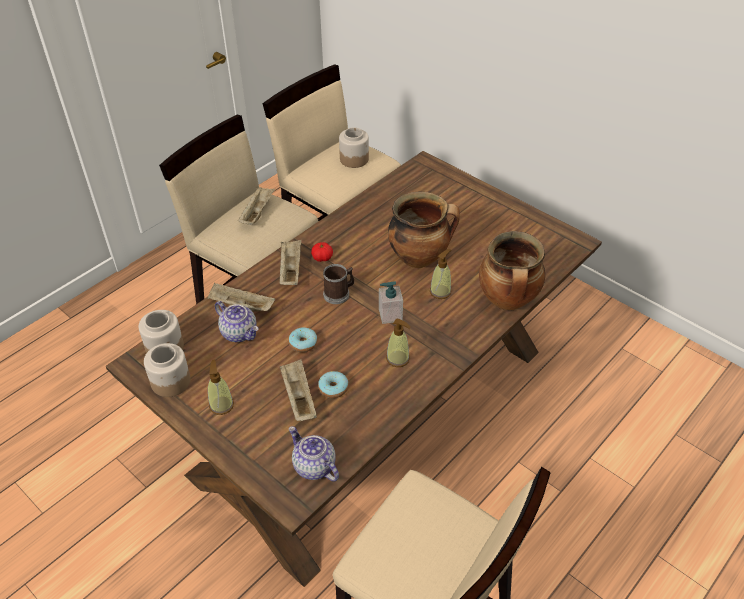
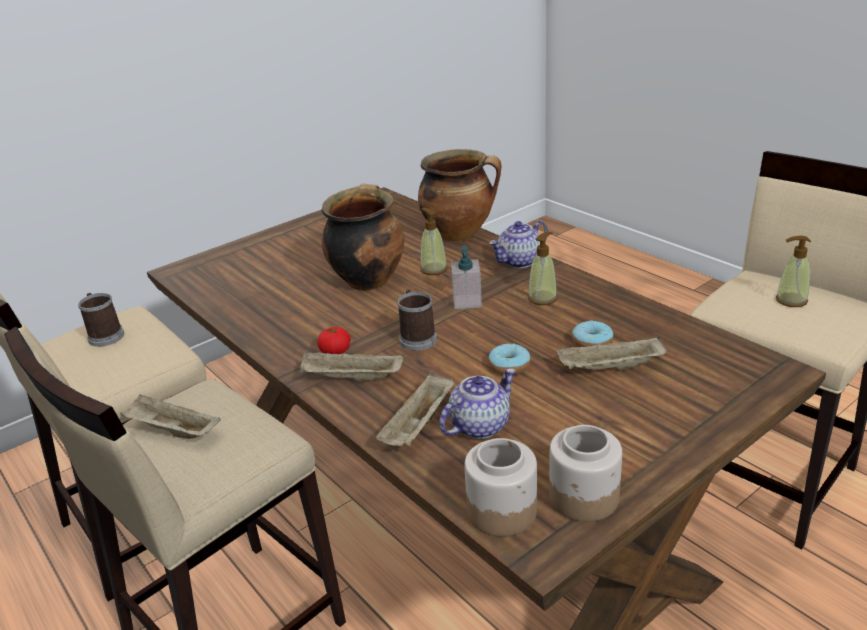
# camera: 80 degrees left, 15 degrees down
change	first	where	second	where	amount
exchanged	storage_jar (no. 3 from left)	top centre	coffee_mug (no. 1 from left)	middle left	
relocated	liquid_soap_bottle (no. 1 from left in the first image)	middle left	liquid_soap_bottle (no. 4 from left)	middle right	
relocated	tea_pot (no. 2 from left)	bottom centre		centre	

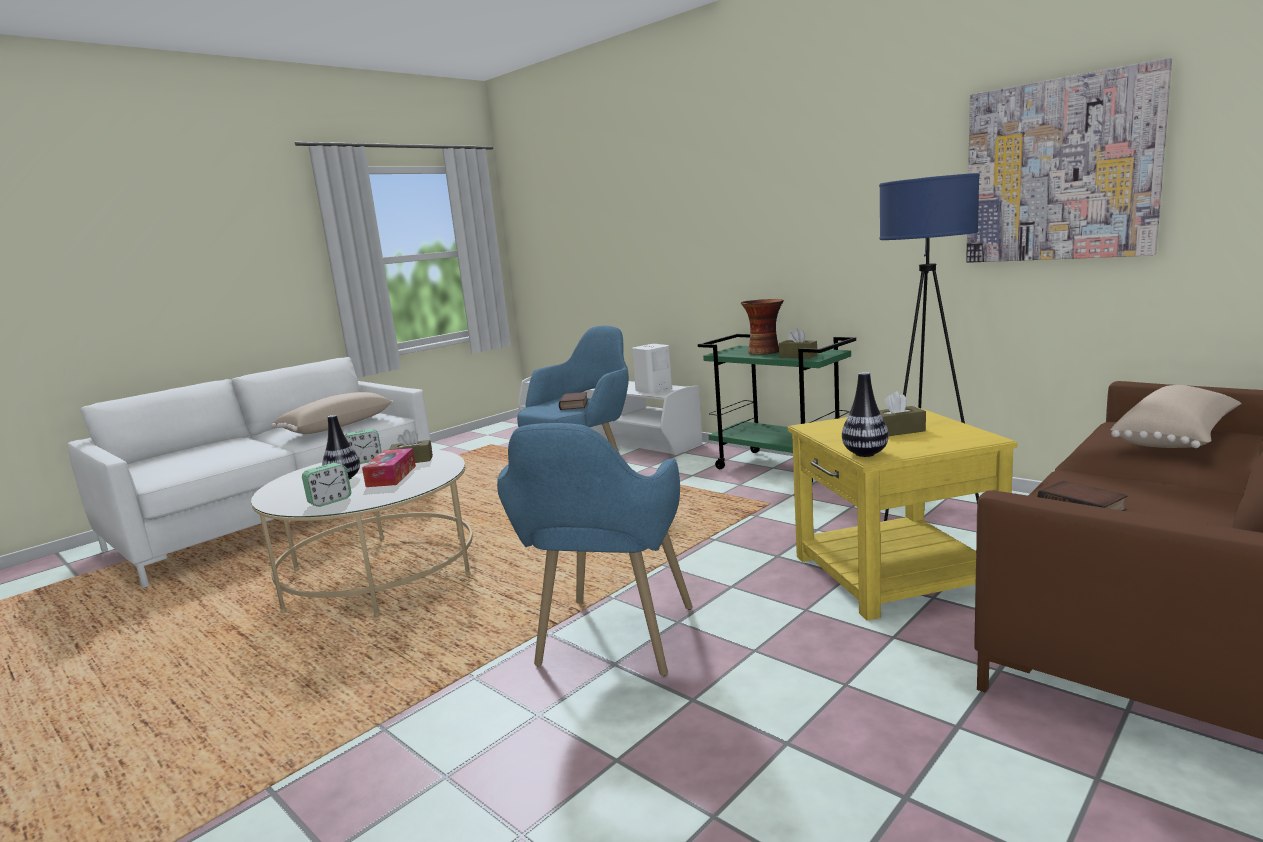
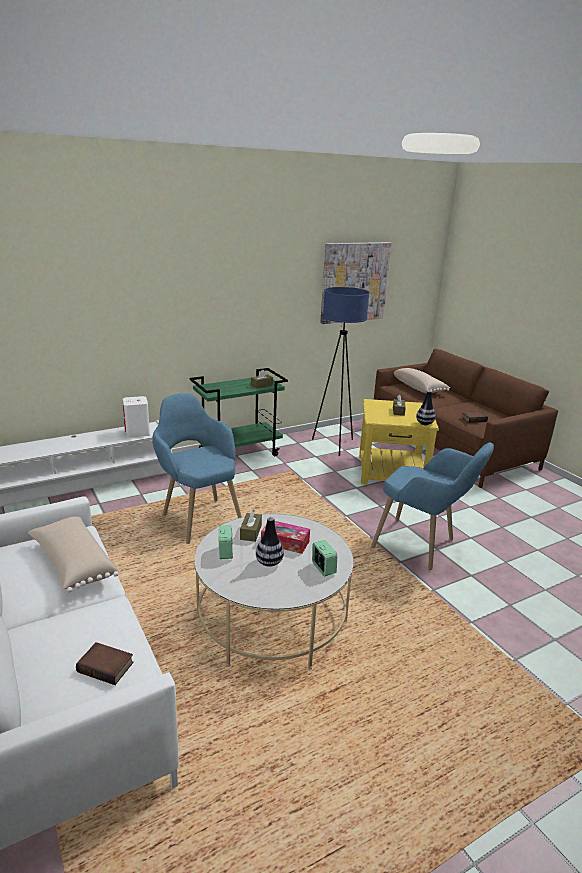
# camera: 75 degrees left, 10 degrees up
change	first	where	second	where	amount
missing	vase (no. 2 from left)	centre			
relocated	bound_book (no. 1 from left)	centre		bottom left	

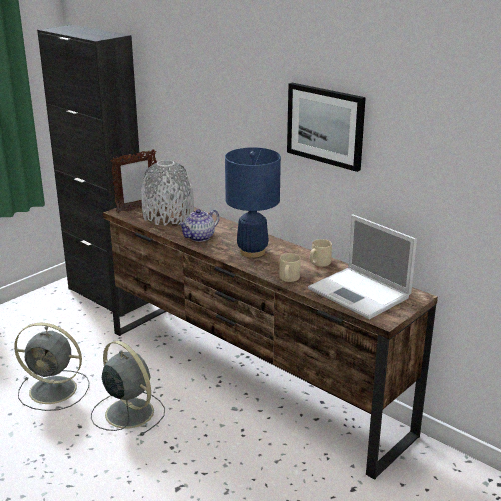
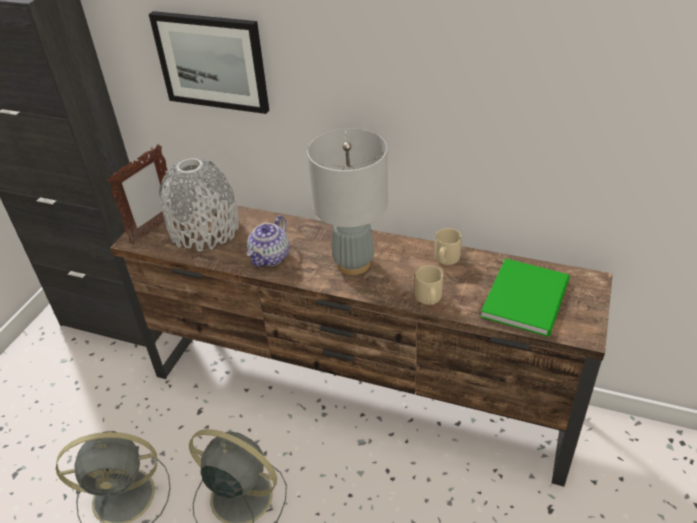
# camera: 20 degrees left, 15 degrees up
change	first	where	second	where	amount
relocated	wall_art	top centre		top left	
colour	blue-coloured_tabletop_lamp	centre	gray_tabletop_lamp	centre	
exchanged	notebook_computer	middle right	green_bound_book	middle right	

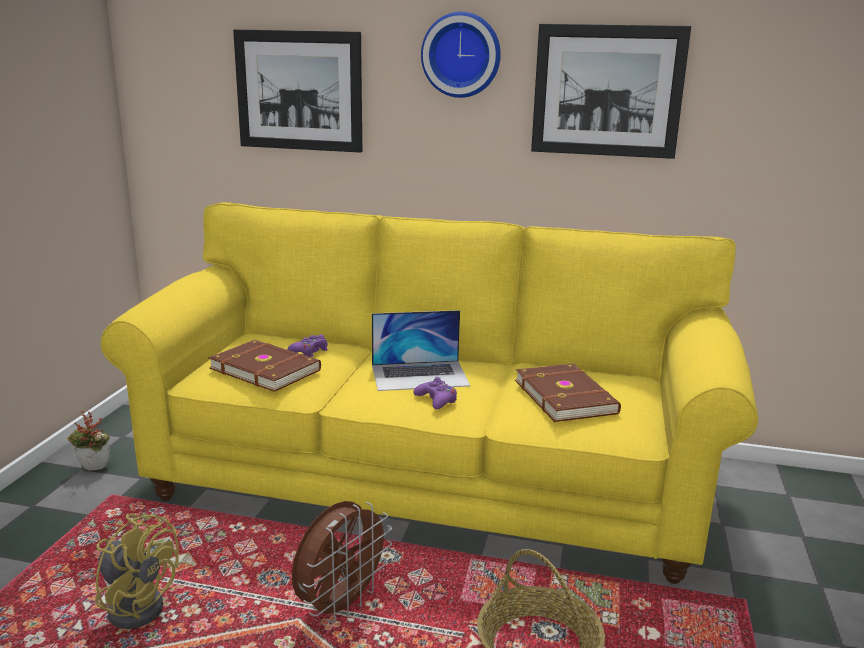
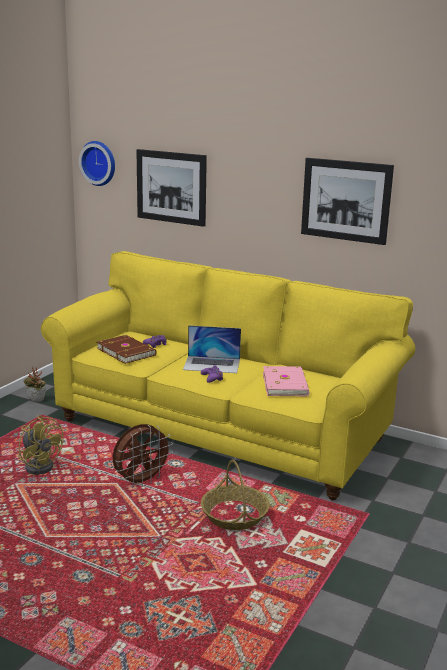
# camera: 15 degrees right, 0 degrees up
change	first	where	second	where	amount
relocated	wall_clock	top centre		top left	
colour	brown-coloured_bound_book (no. 2 from left)	centre	pink-coloured_bound_book	centre	

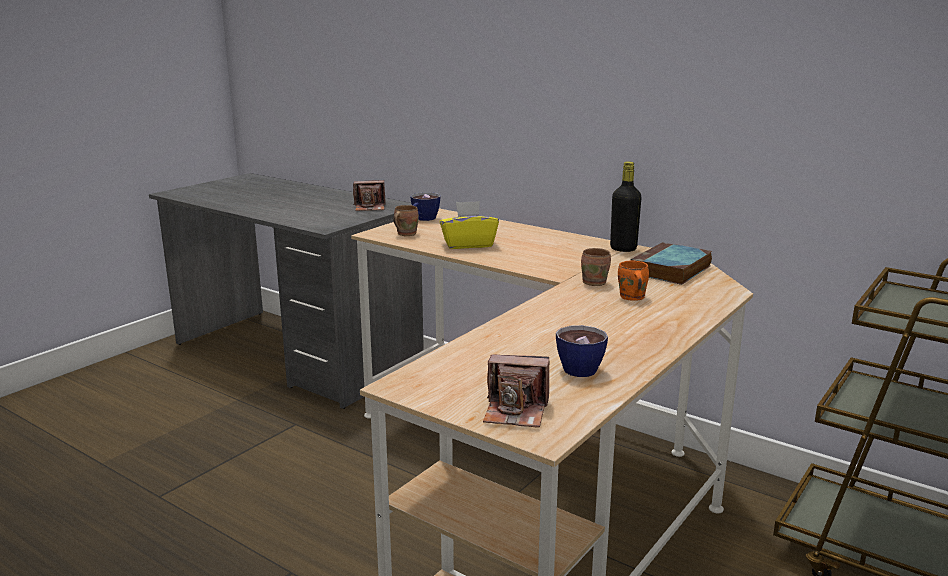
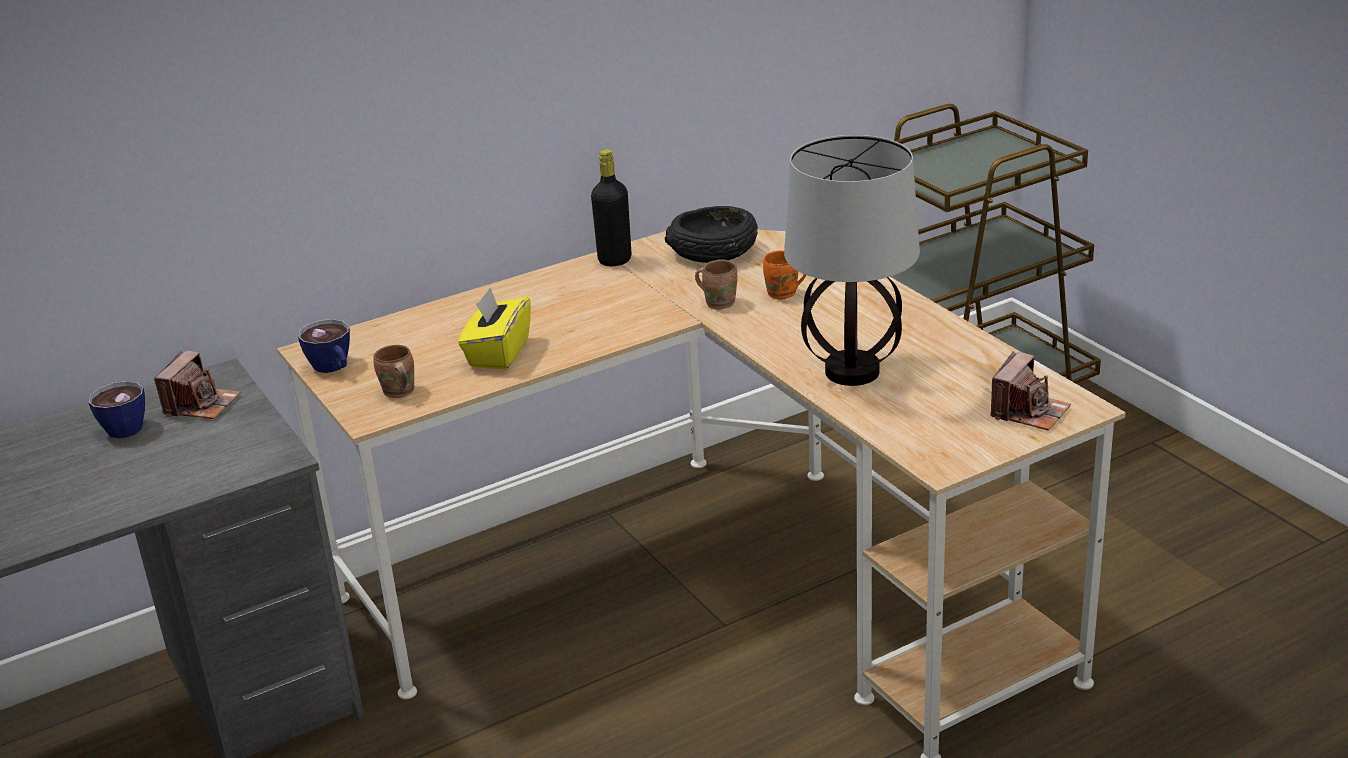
# camera: 65 degrees left, 10 degrees up
change	first	where	second	where	amount
exchanged	bound_book	middle right	black_bowl	top centre	
relocated	cup (no. 2 from left in the first image)	centre	cup (no. 1 from left)	middle left	
appeared			tabletop_lamp	centre	

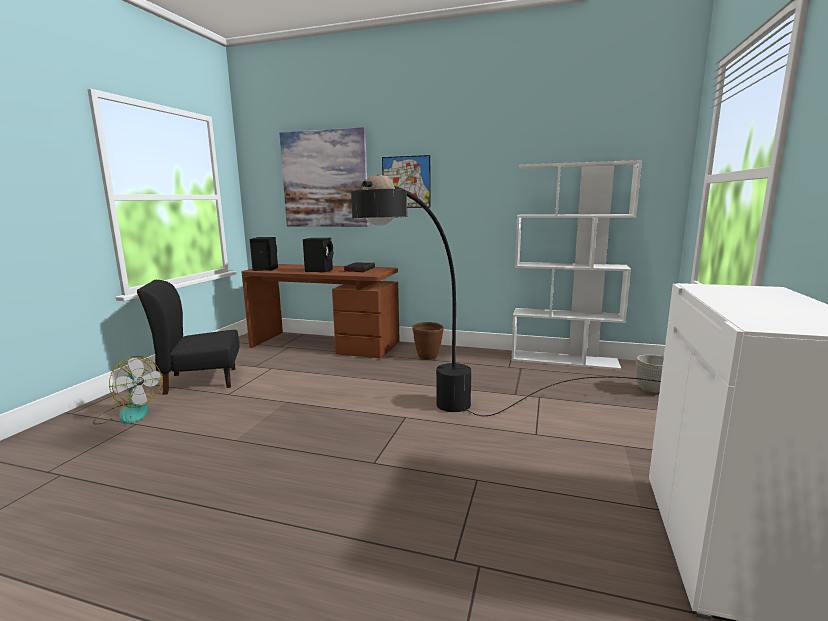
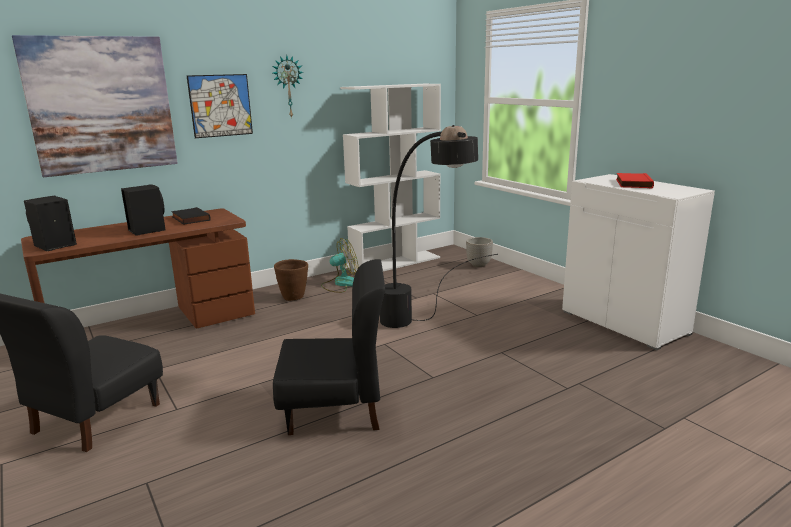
# camera: 50 degrees left, 5 degrees up
change	first	where	second	where	amount
relocated	electric_fan	middle left		centre	
appeared			wall_clock	top centre	
appeared			red_bound_book	middle right	
appeared			black_plain_chair (no. 2 from left)	centre	

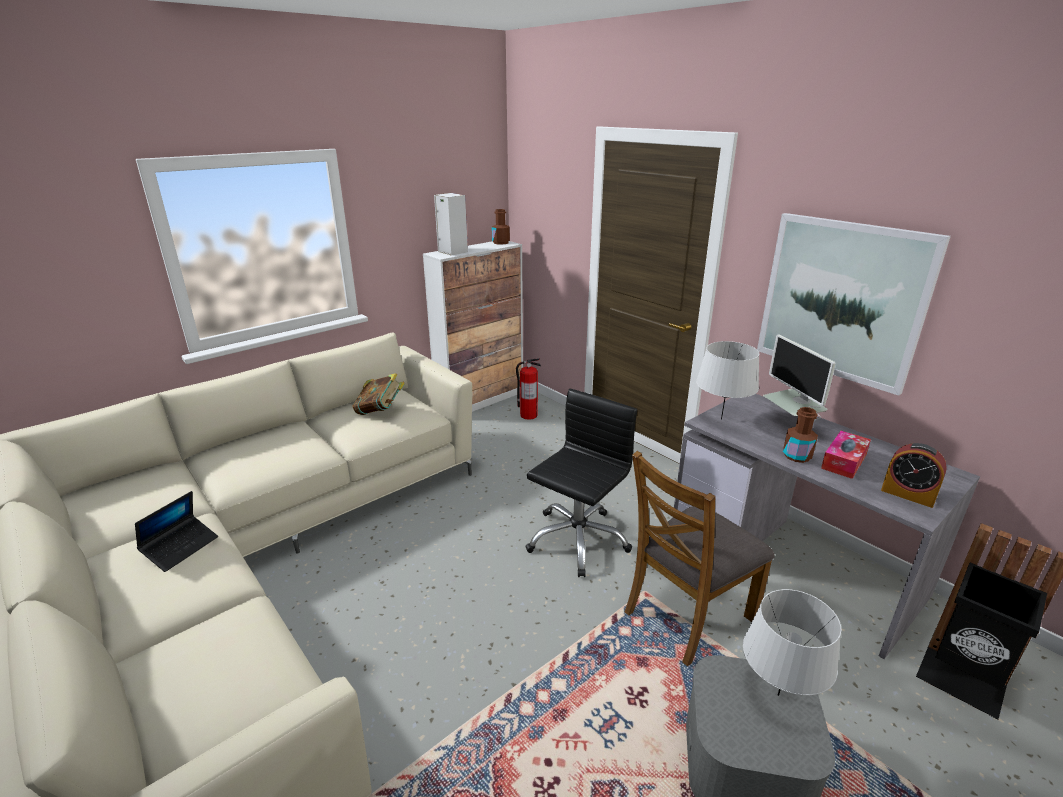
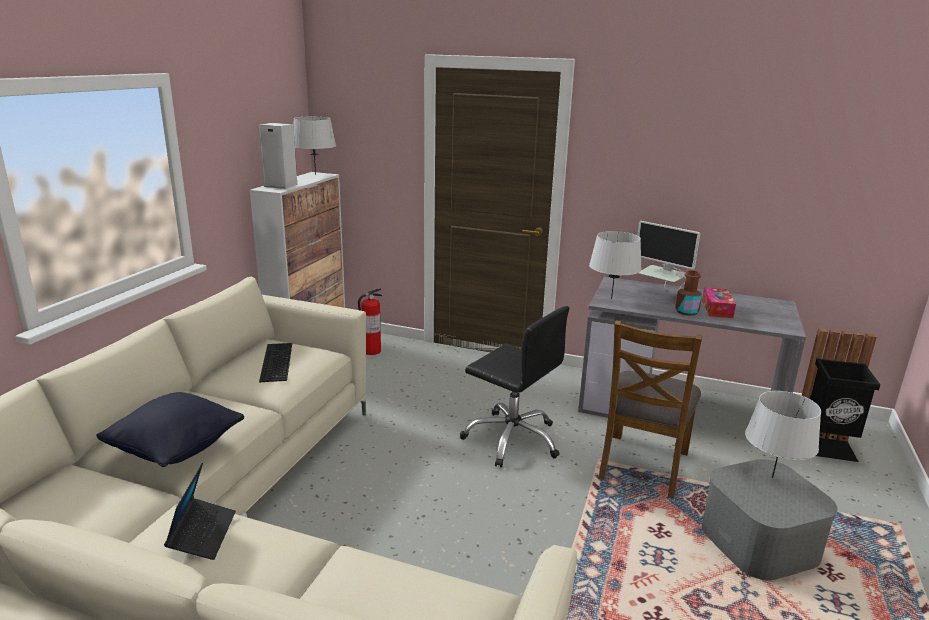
# camera: 30 degrees left, 5 degrees down
change	first	where	second	where	amount
exchanged	brown-coloured_beverage_bottle (no. 1 from left)	top centre	gray_tabletop_lamp (no. 1 from left)	top centre	
missing	wall_art	middle right			
exchanged	bound_book	centre	PC_keyboard	middle left	
spun	black_desk_chair	centre		centre	120 degrees clockwise
missing	table_clock	middle right			
appeared			black_pillow	bottom left	

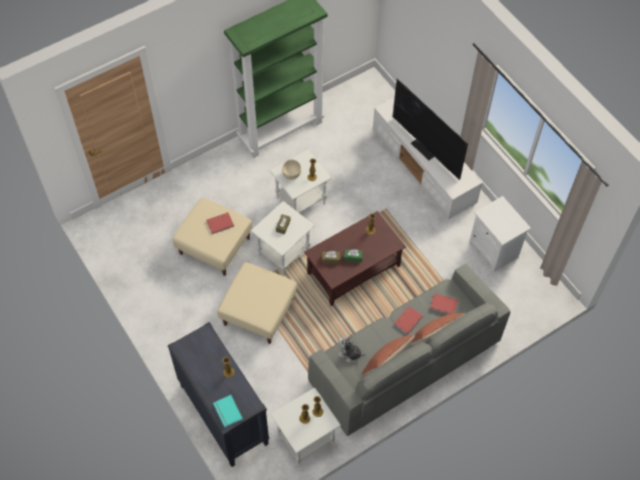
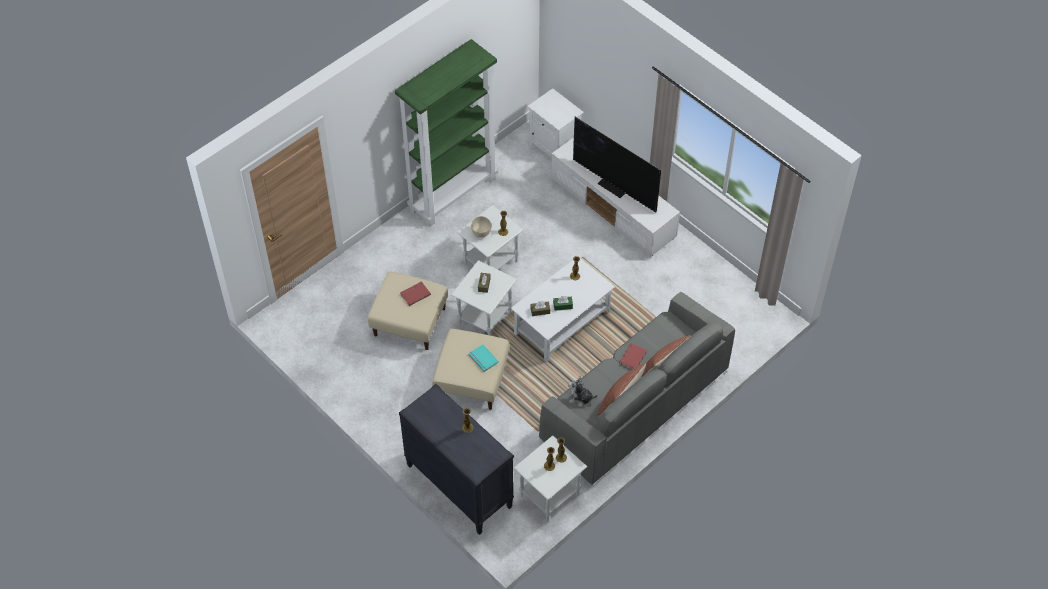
# camera: 10 degrees left, 5 degrees down
change	first	where	second	where	amount
relocated	white-coloured_nightstand	middle right		top centre	
colour	brown-coloured_coffee_table	centre	white-coloured_coffee_table	centre	
missing	red_bound_book (no. 3 from left)	middle right			
relocated	turquoise_bound_book	bottom centre		centre	

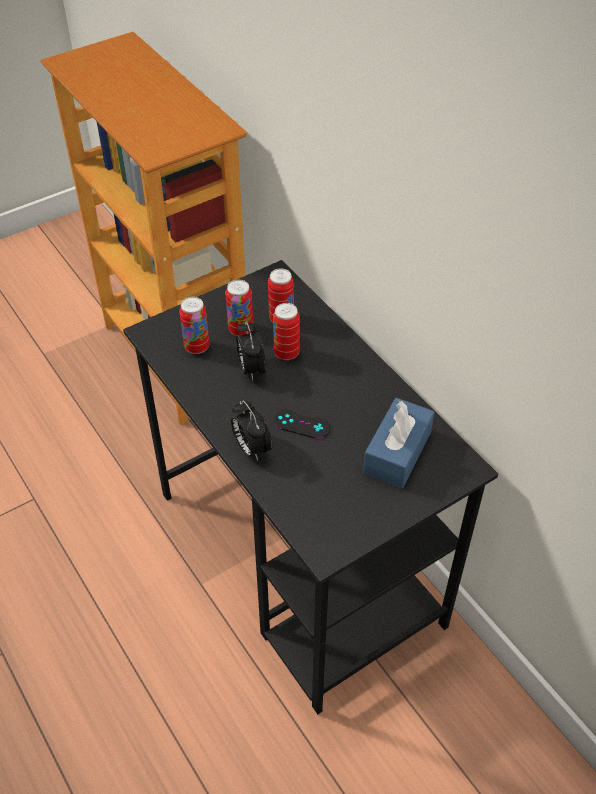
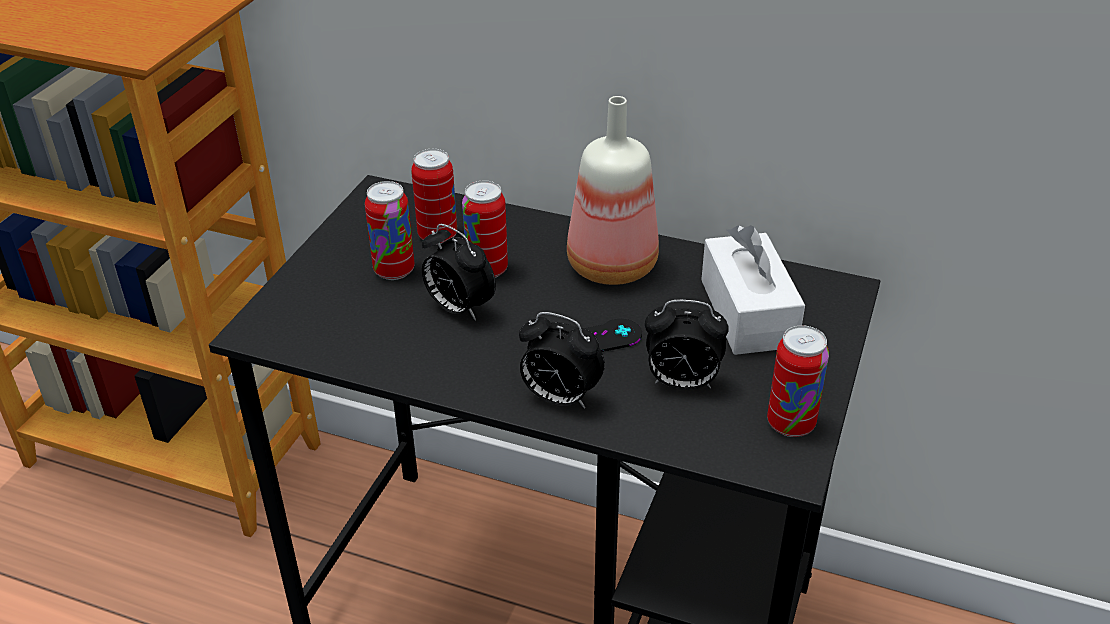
# camera: 35 degrees left, 10 degrees down
change	first	where	second	where	amount
relocated	can (no. 1 from left in the first image)	middle left	can (no. 4 from left)	middle right	
colour	blue-coloured_tissue_box	middle right	white-coloured_tissue_box	middle right	
appeared			beverage_bottle	top centre	
appeared			table_clock (no. 3 from left)	centre	

